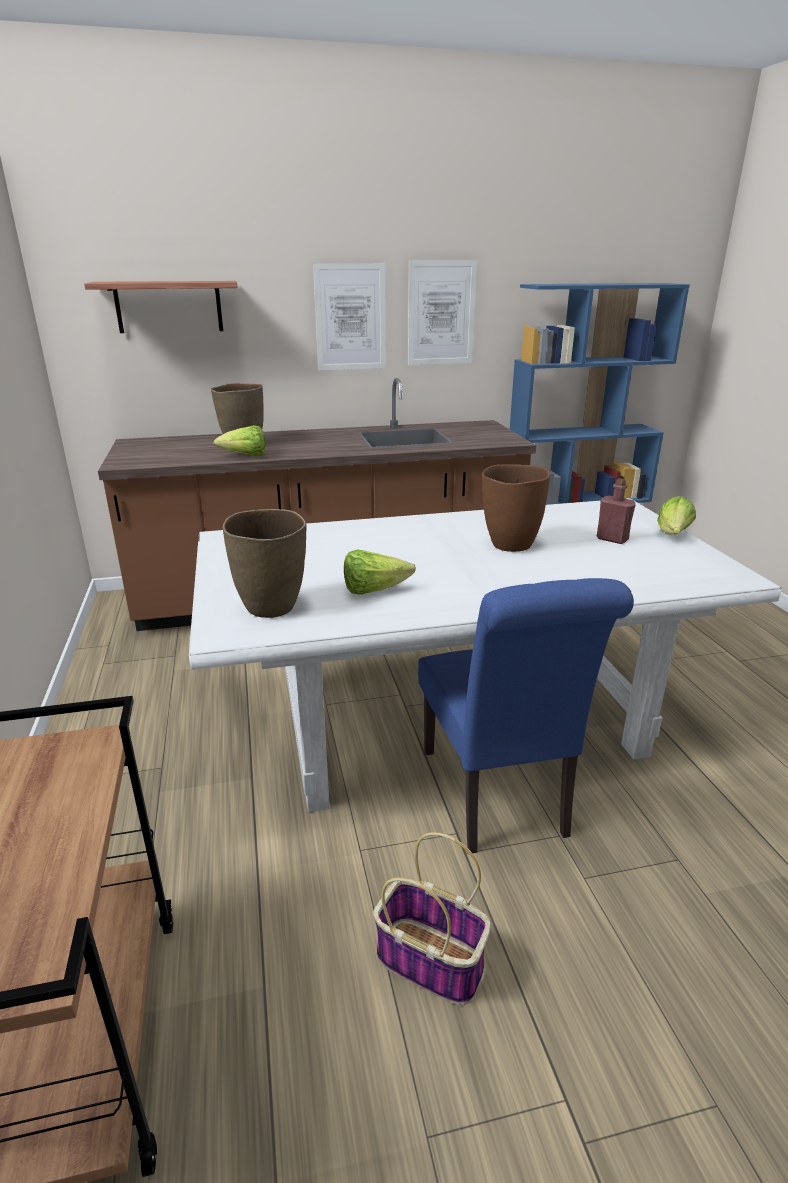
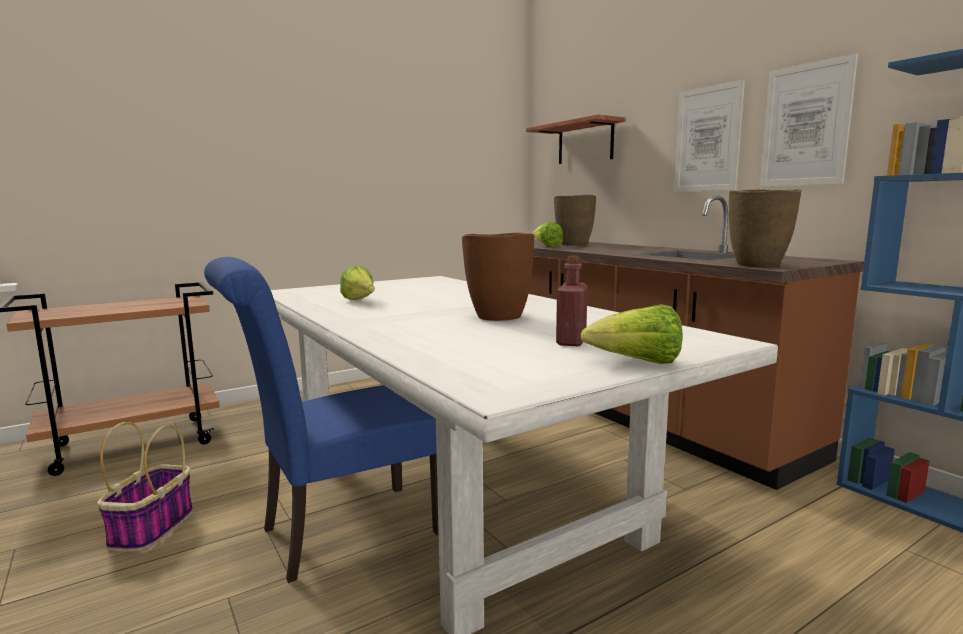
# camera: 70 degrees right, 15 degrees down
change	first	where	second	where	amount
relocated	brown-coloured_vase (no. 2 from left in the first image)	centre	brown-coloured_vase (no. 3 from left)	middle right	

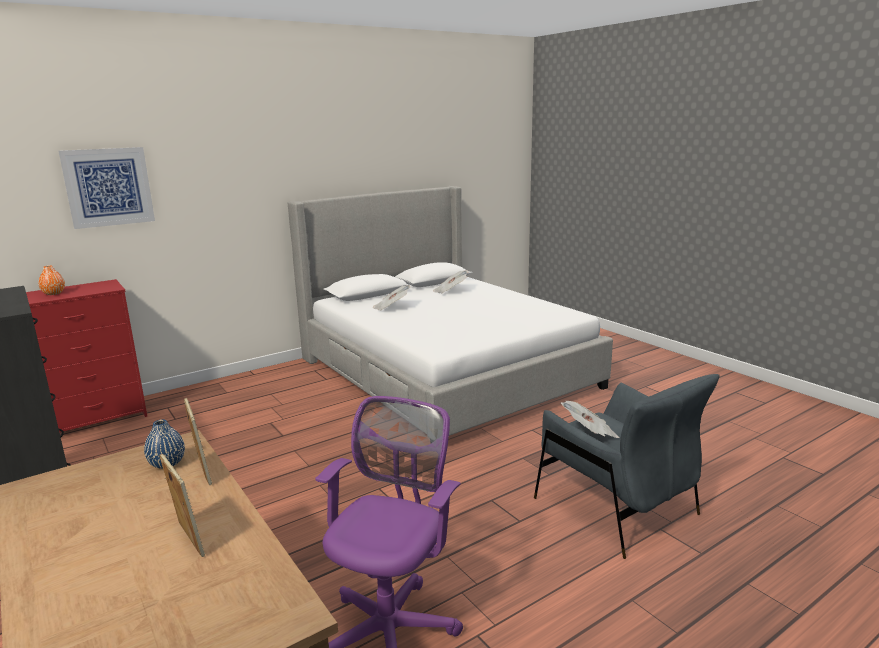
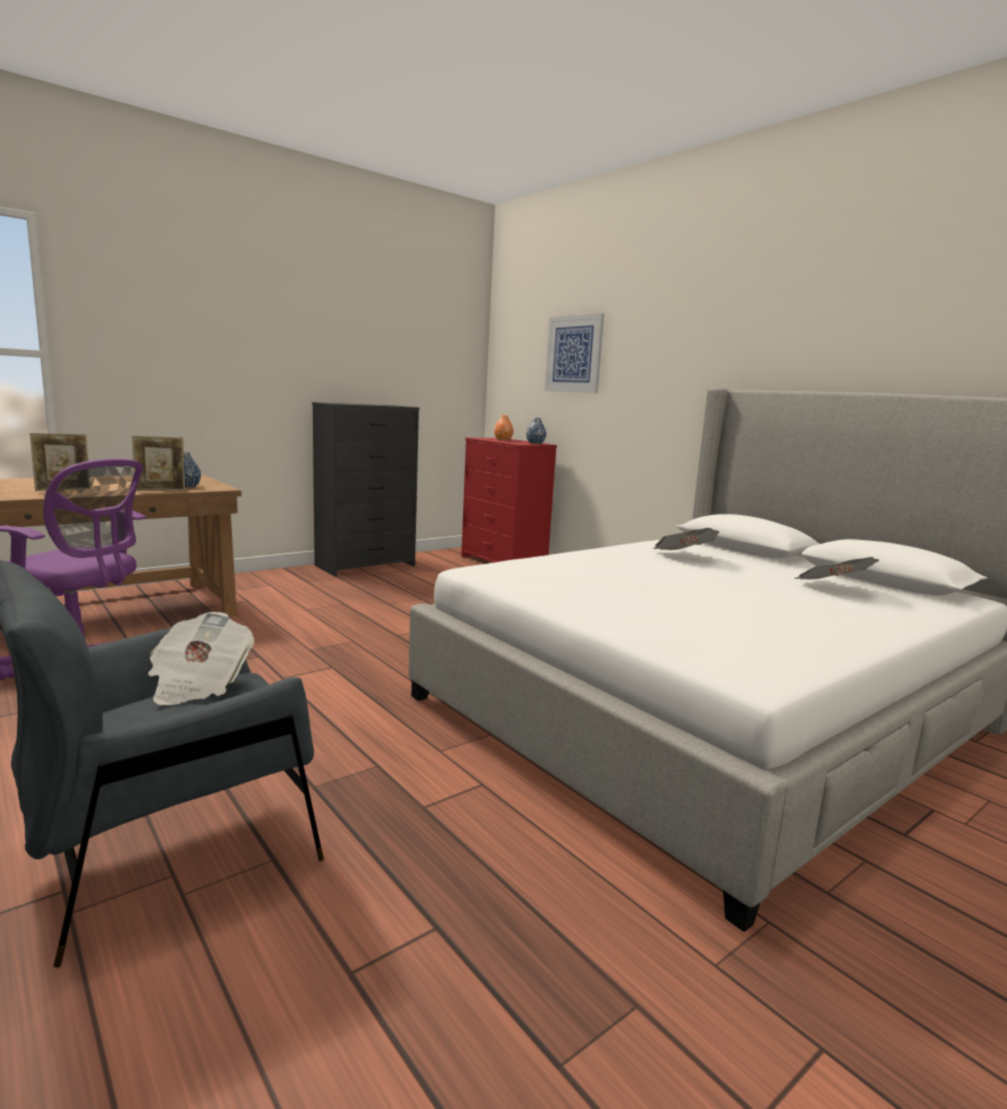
# camera: 85 degrees right, 5 degrees down
change	first	where	second	where	amount
appeared			blue-coloured_vase (no. 2 from left)	centre	

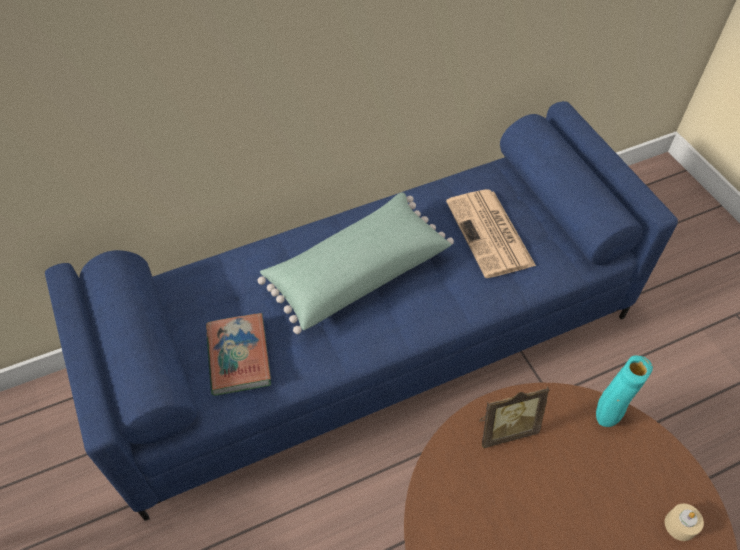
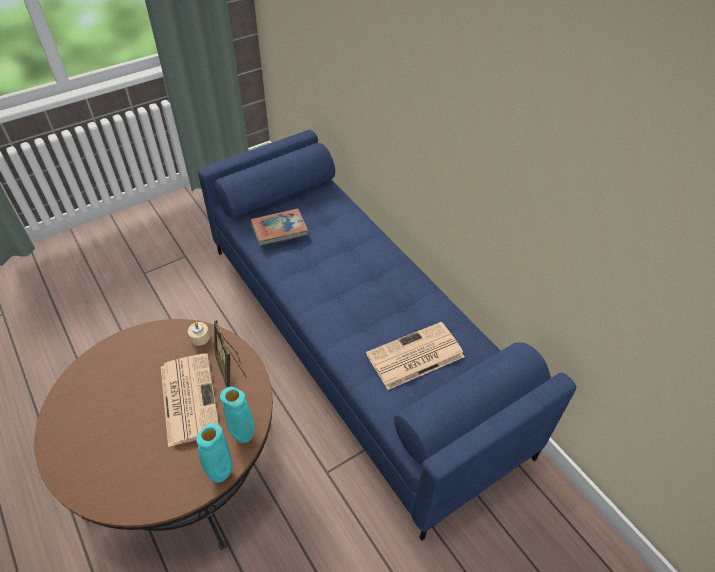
# camera: 80 degrees right, 5 degrees down
change	first	where	second	where	amount
missing	green_pillow	centre			
relocated	beige_candle	bottom right		middle left	
appeared			daily_paper (no. 1 from left)	bottom left	
appeared			turquoise_vase (no. 1 from left)	bottom left	

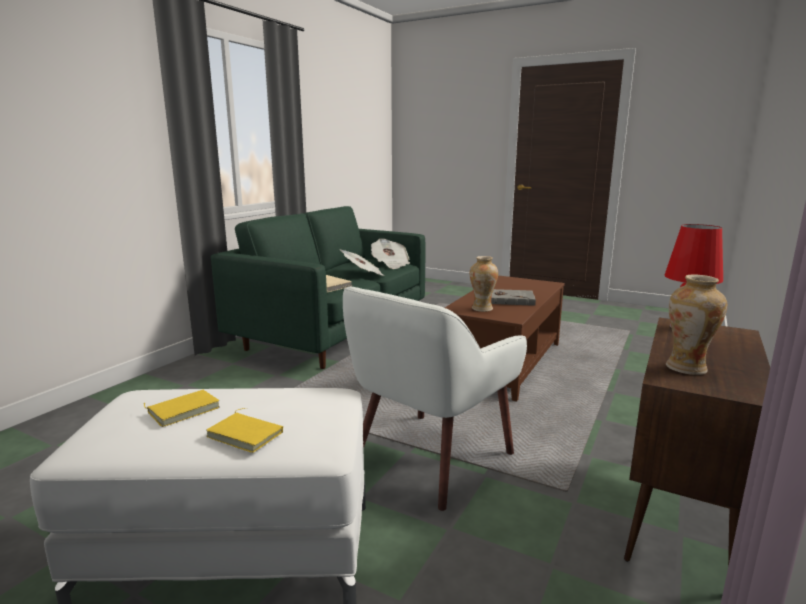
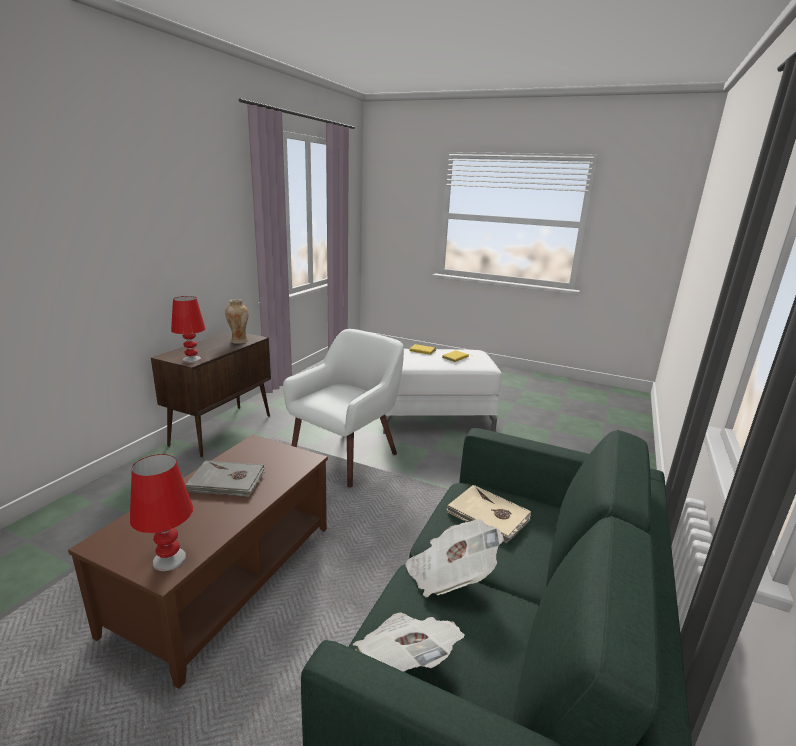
# camera: 175 degrees right, 5 degrees up
change	first	where	second	where	amount
missing	vase (no. 1 from left)	centre			
appeared			red_tabletop_lamp (no. 1 from left)	bottom left	

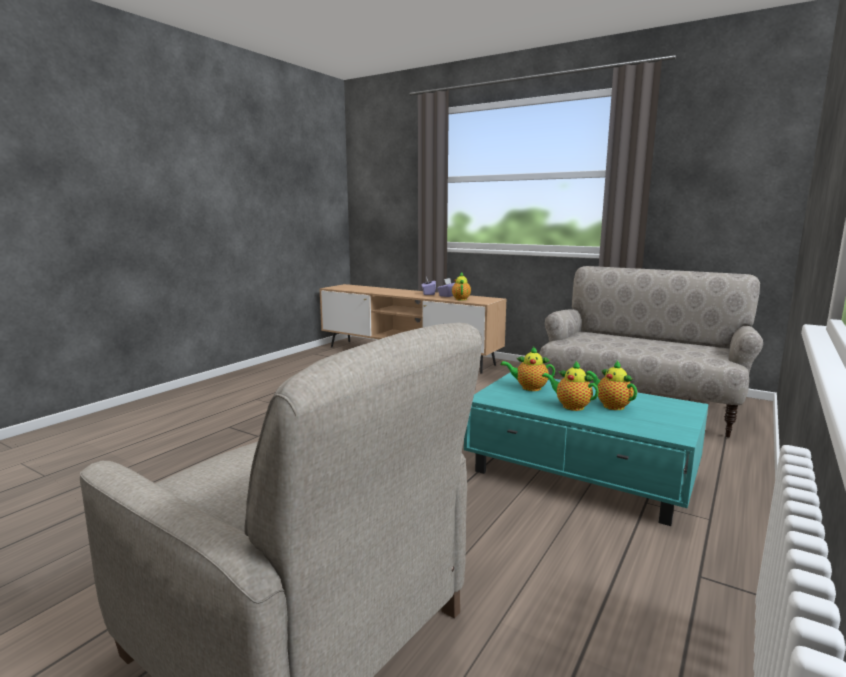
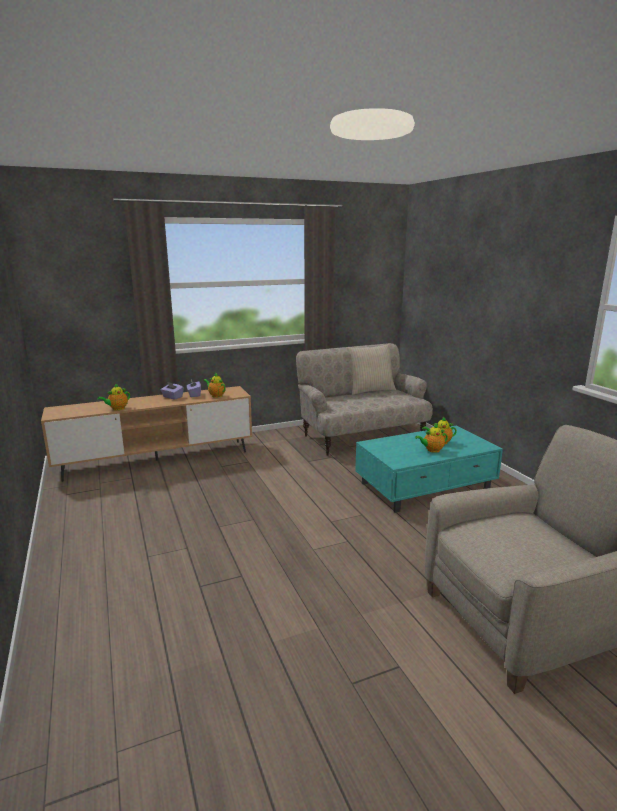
# camera: 55 degrees left, 5 degrees up
change	first	where	second	where	amount
relocated	tea_pot (no. 2 from left in the first image)	centre	tea_pot (no. 1 from left)	middle left	
appeared			beige_pillow	centre	

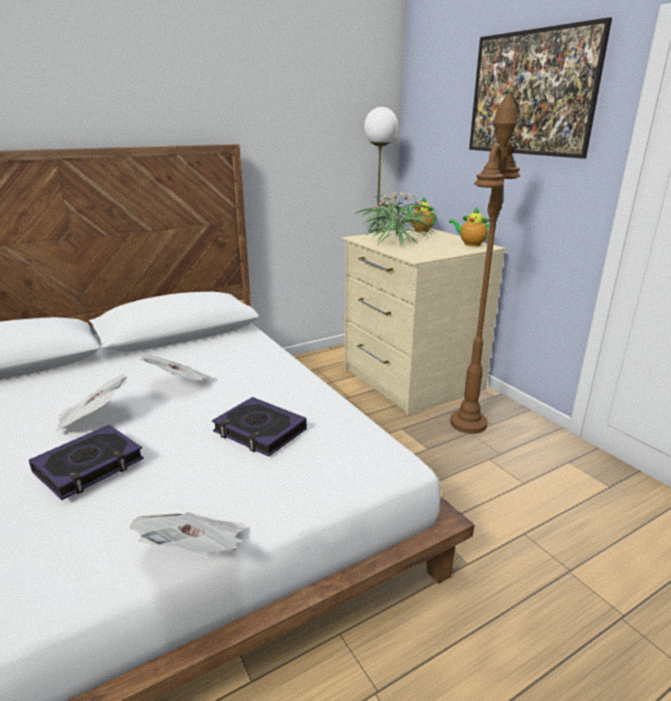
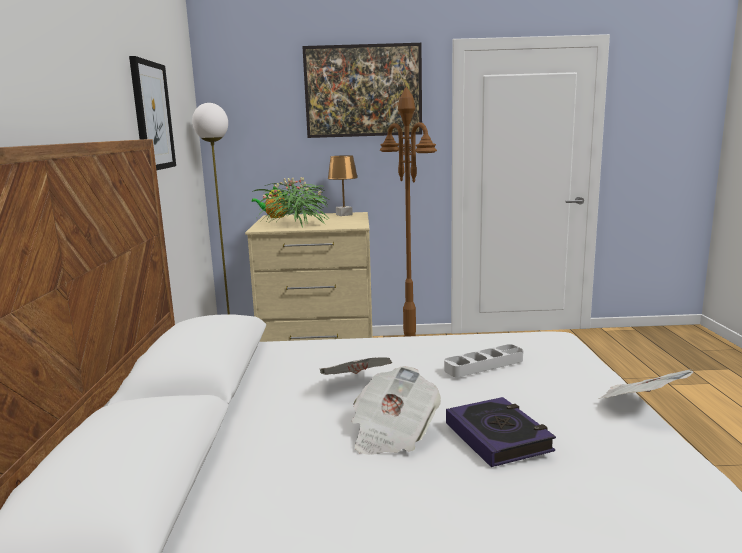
# camera: 60 degrees left, 10 degrees down
change	first	where	second	where	amount
exchanged	tea_pot (no. 2 from left)	top right	brown-coloured_tabletop_lamp	centre	
exchanged	bound_book (no. 2 from left)	centre	gray_serving_tray	centre	
appeared			wall_art (no. 1 from left)	top left	

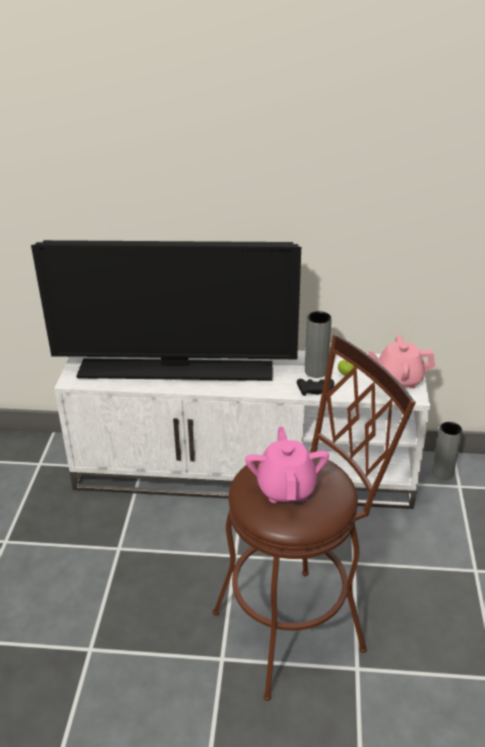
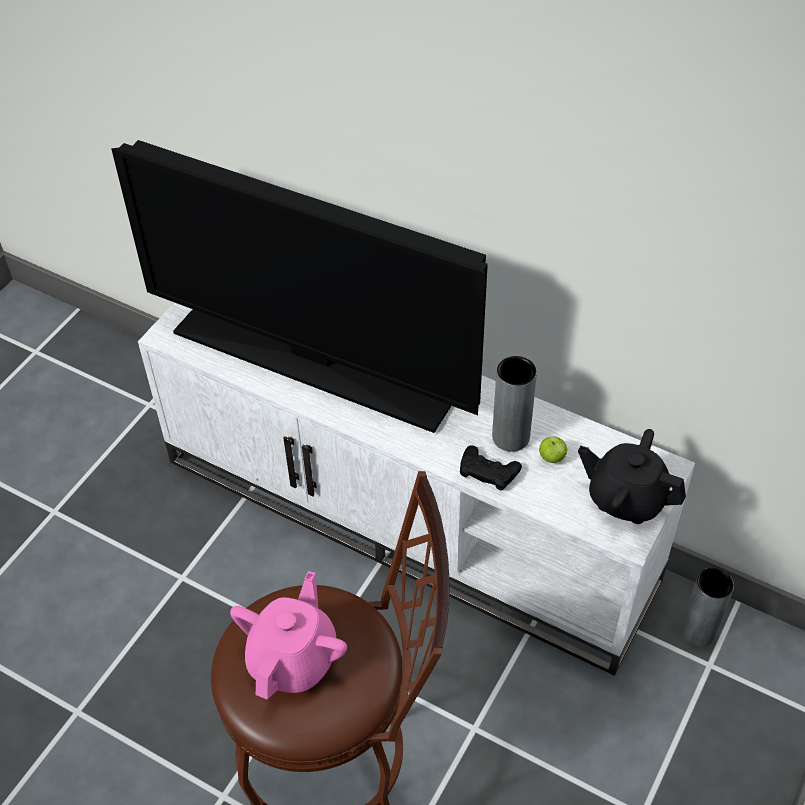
# camera: 25 degrees right, 15 degrees up
change	first	where	second	where	amount
colour	pink-coloured_tea_pot (no. 2 from left)	middle right	black_tea_pot	middle right	

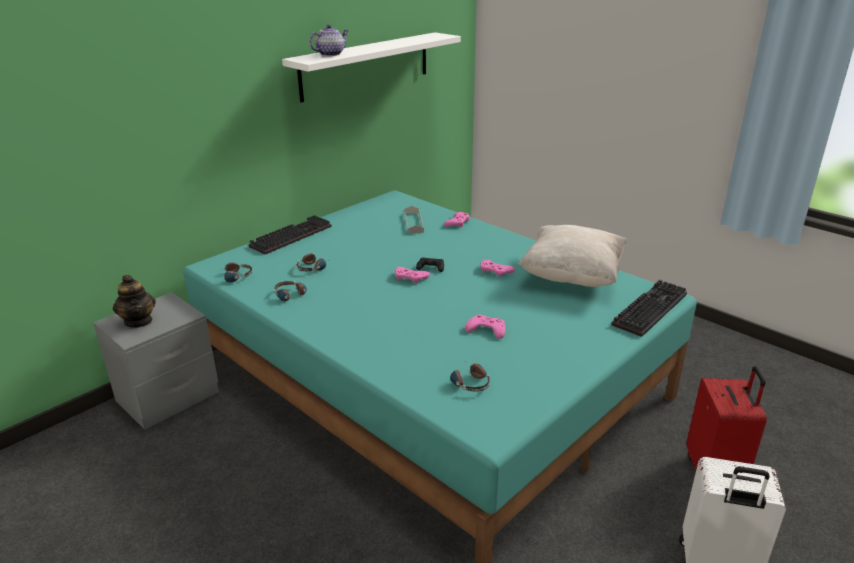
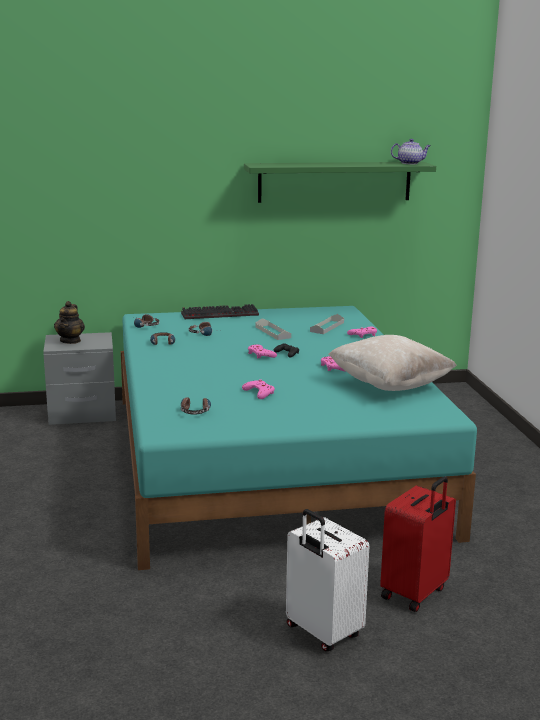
# camera: 35 degrees right, 10 degrees down
change	first	where	second	where	amount
relocated	tea_pot (no. 2 from left)	top centre		top right	
colour	white-coloured_bracket_shelf	top centre	green_bracket_shelf	top centre	
missing	PC_keyboard (no. 2 from left)	middle right			
appeared			gray_serving_tray (no. 1 from left)	centre	

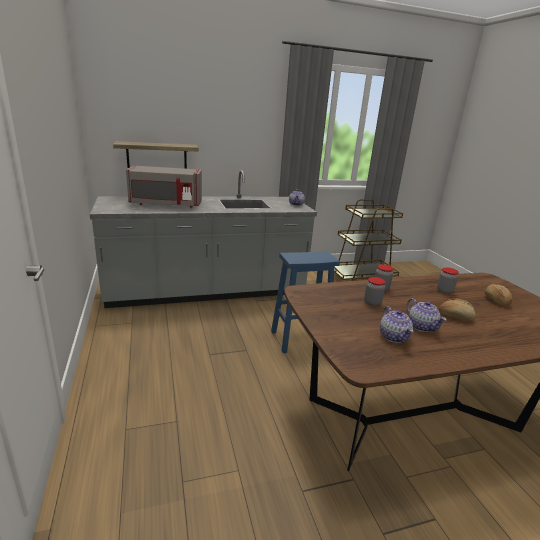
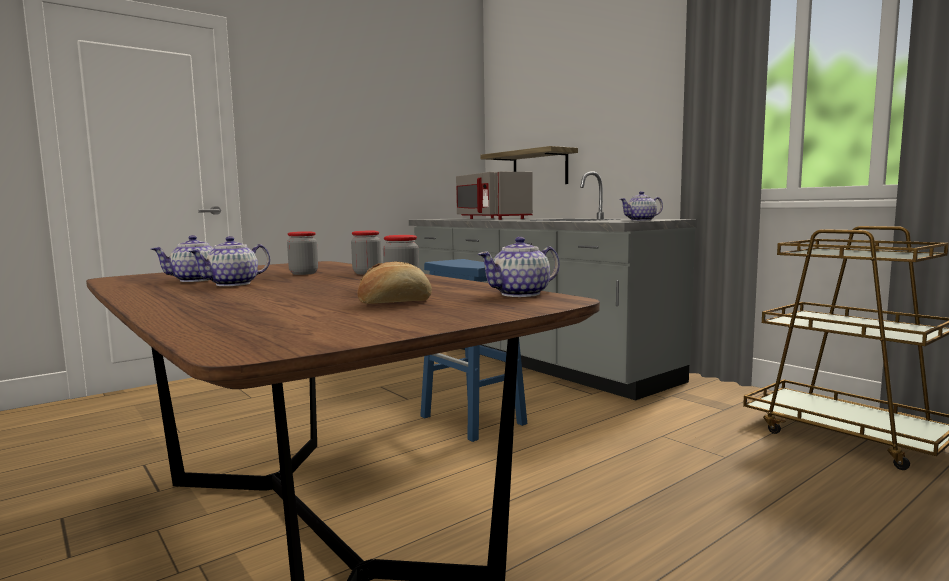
# camera: 70 degrees right, 15 degrees down
change	first	where	second	where	amount
missing	bakery_bread (no. 1 from left)	middle right			
appeared			tea_pot (no. 3 from left)	centre	

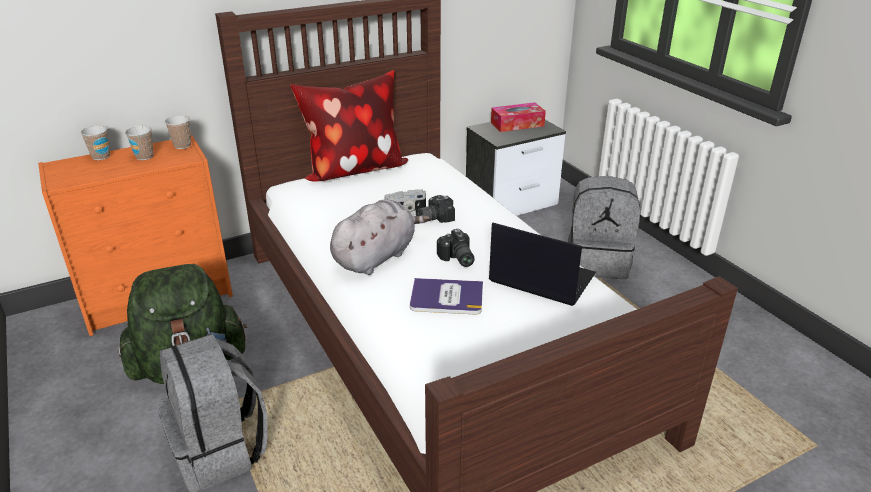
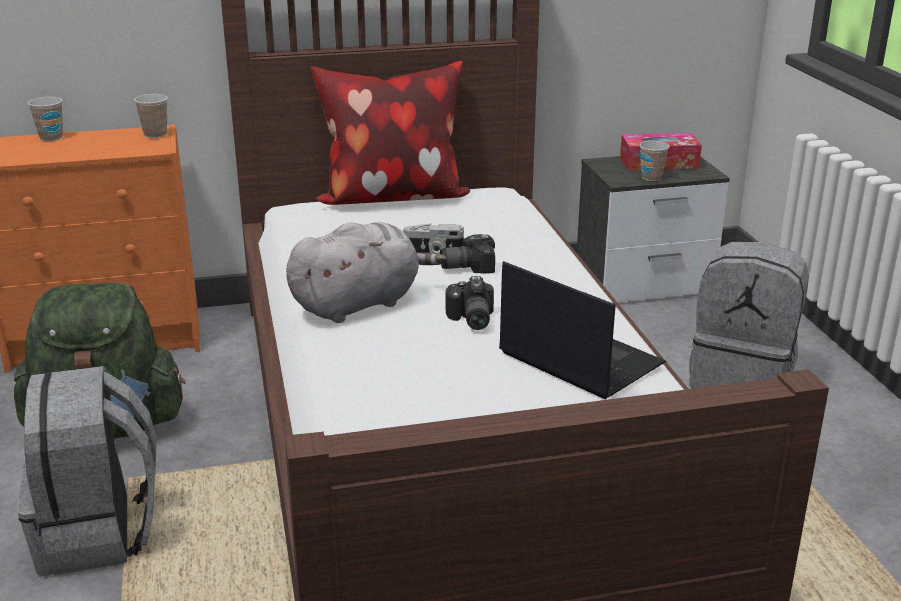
# camera: 15 degrees right, 5 degrees down
change	first	where	second	where	amount
relocated	cup (no. 2 from left in the first image)	top left	cup (no. 3 from left)	top right	
missing	bound_book	centre			

